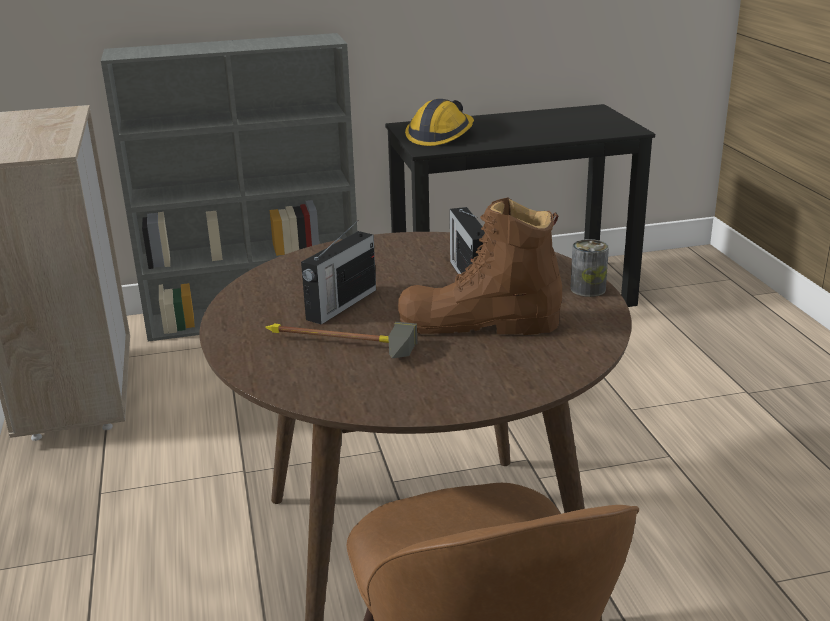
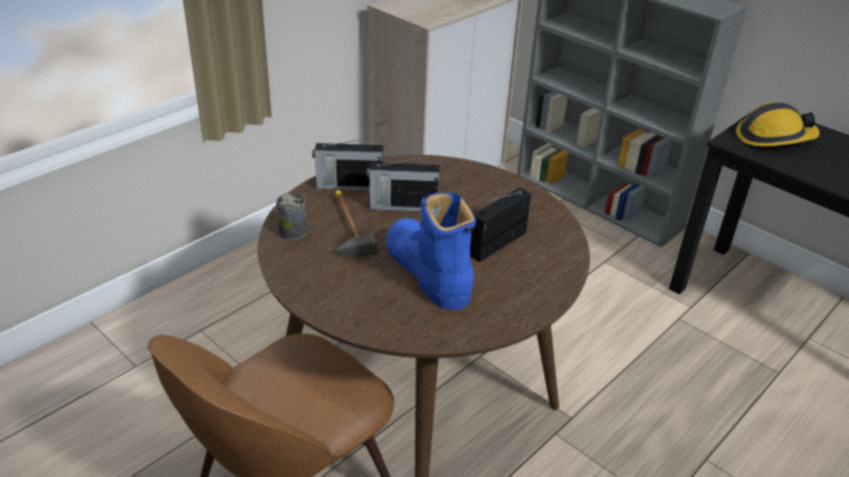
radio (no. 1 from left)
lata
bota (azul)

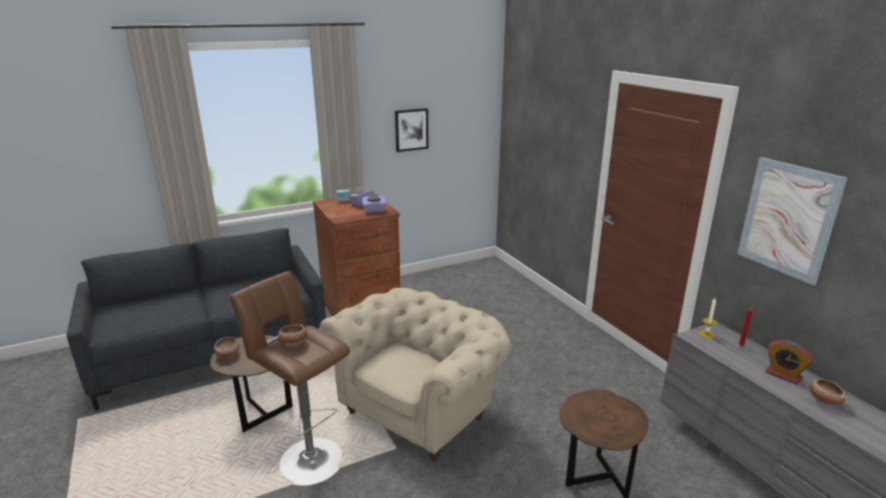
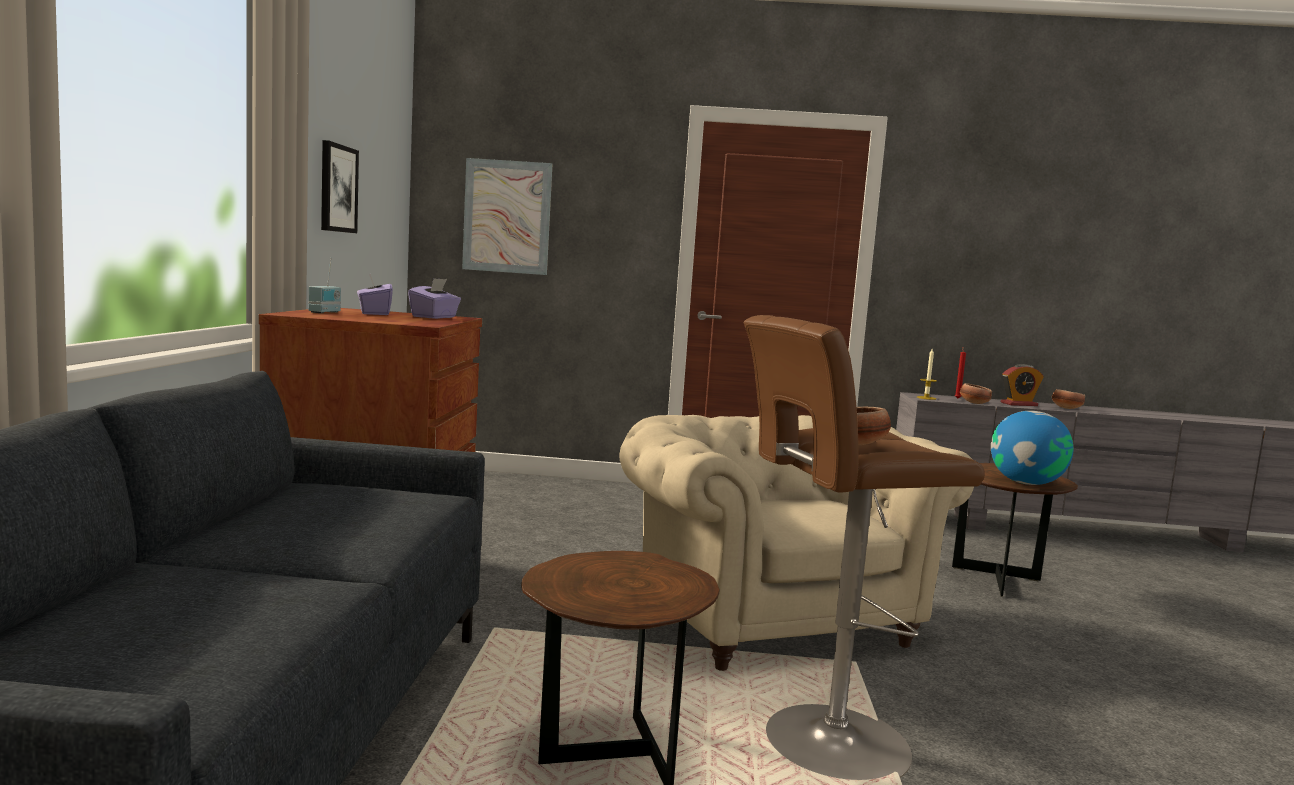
globo terráqueo
cuenco (no. 2 from left)
cuadro (no. 2 from left)

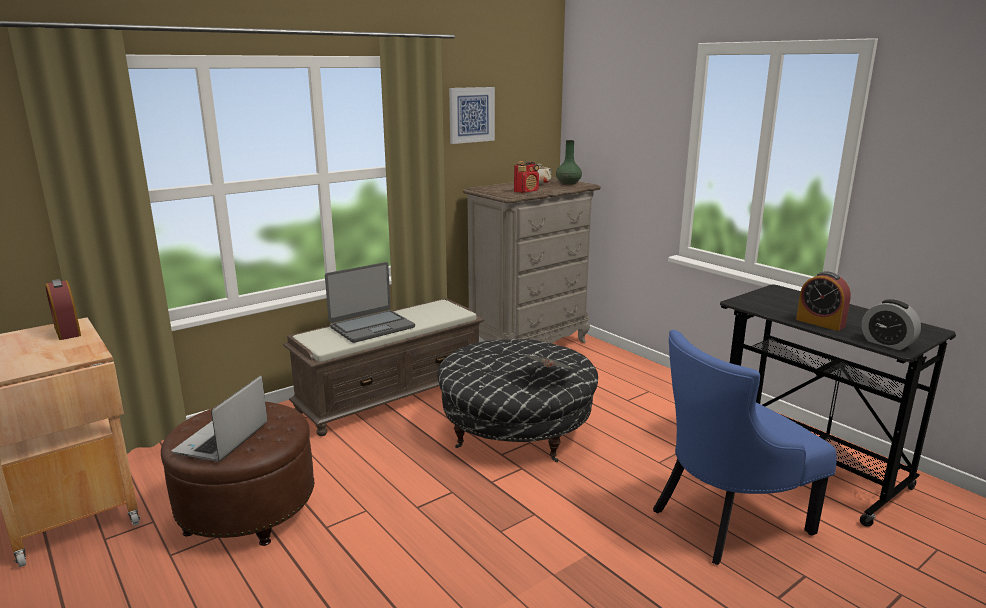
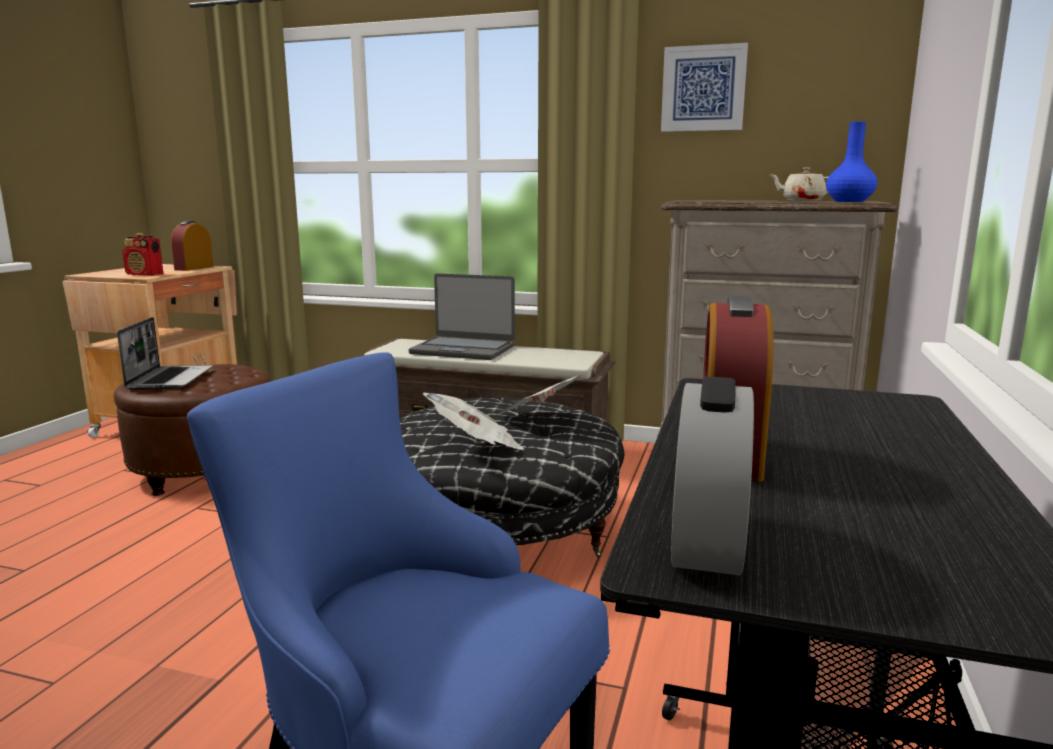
periódico (no. 2 from left)
radio
florero (azul)
portátil (no. 1 from left)

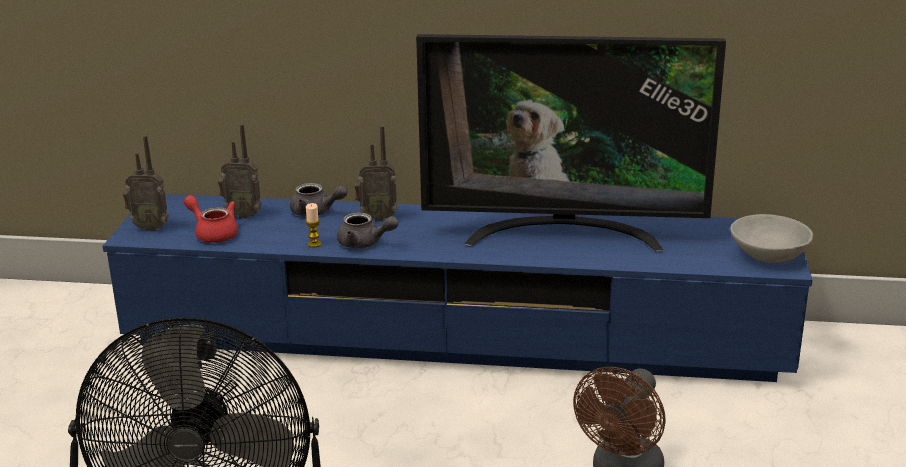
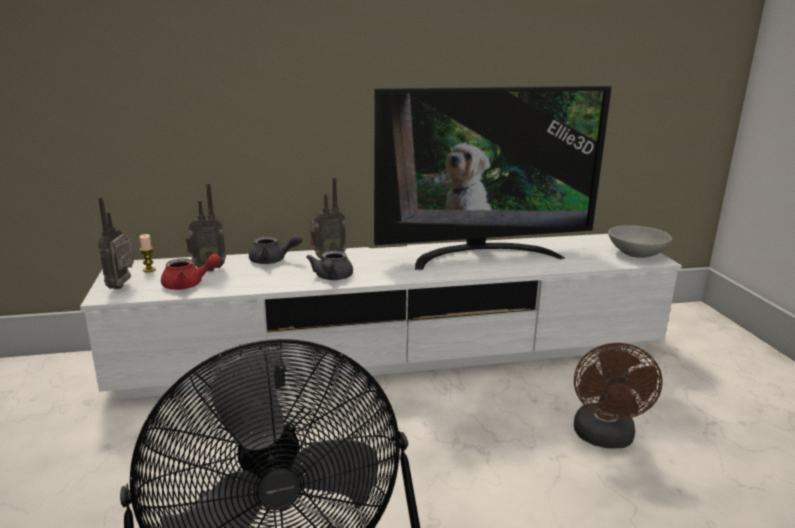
vela
mueble de televisión (blanco)
radio (no. 1 from left)
tetera (rojo)
tetera (gris) (no. 2 from left)

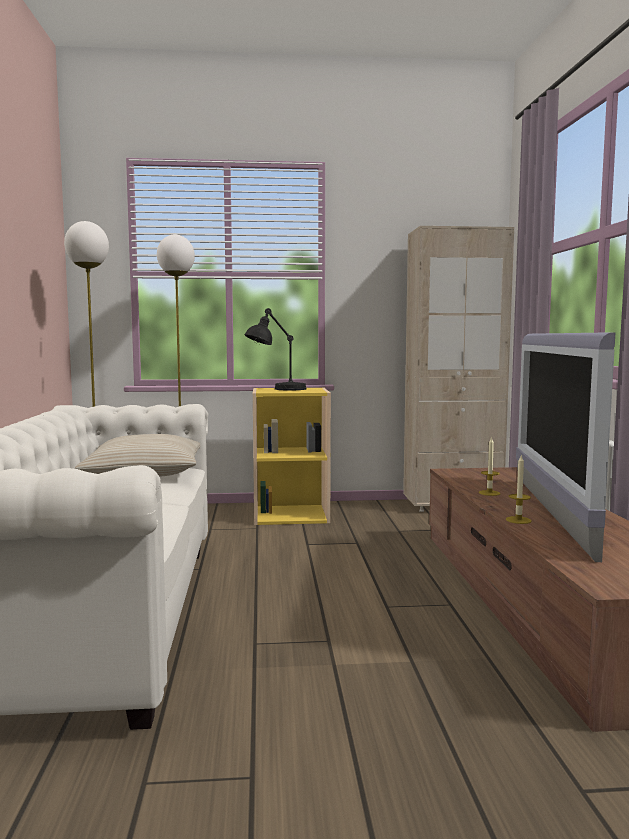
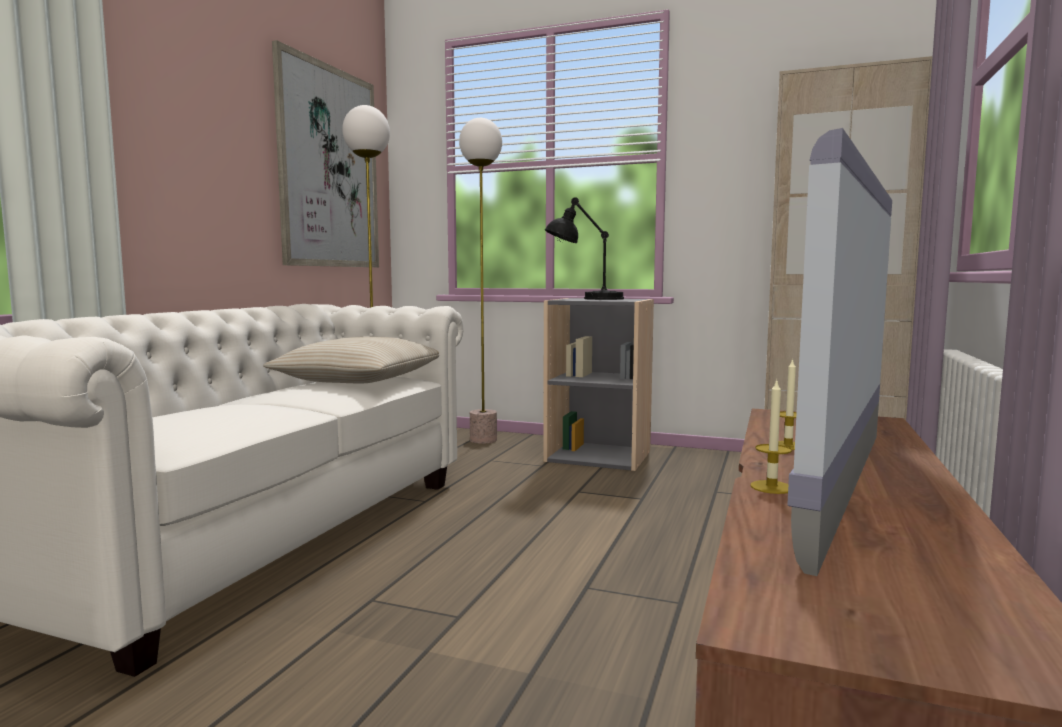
cuadro
estantería (gris)

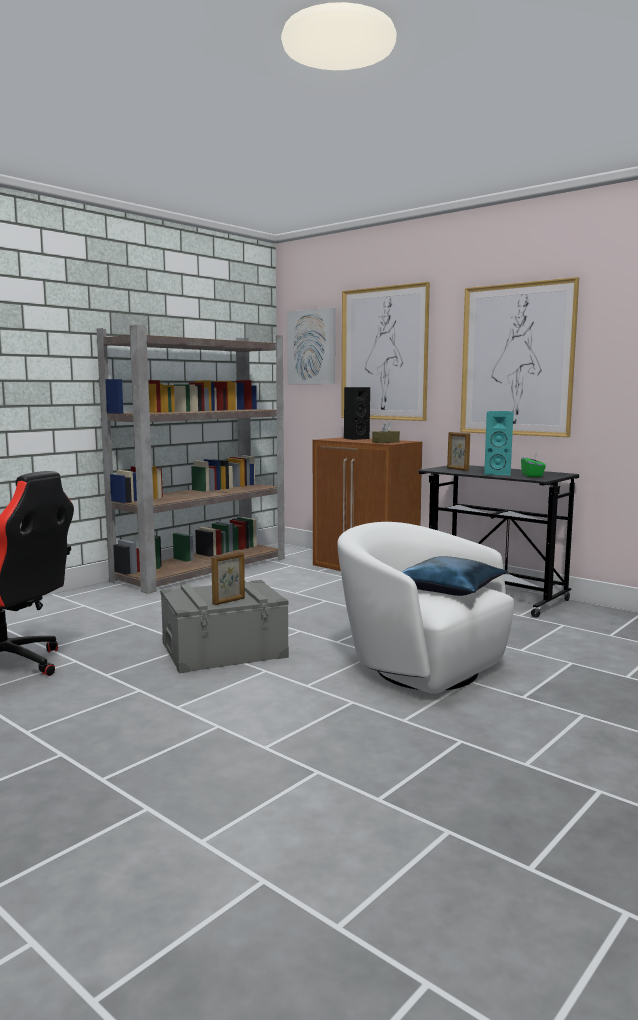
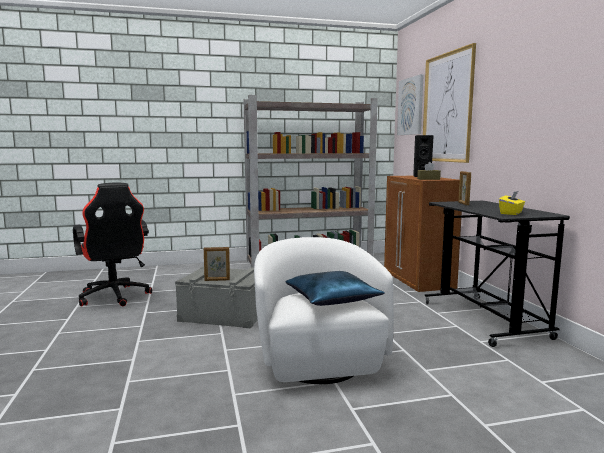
cuadro (no. 3 from left in the first image)
altavoz (turquesa)
caja de pañuelos (amarillo)

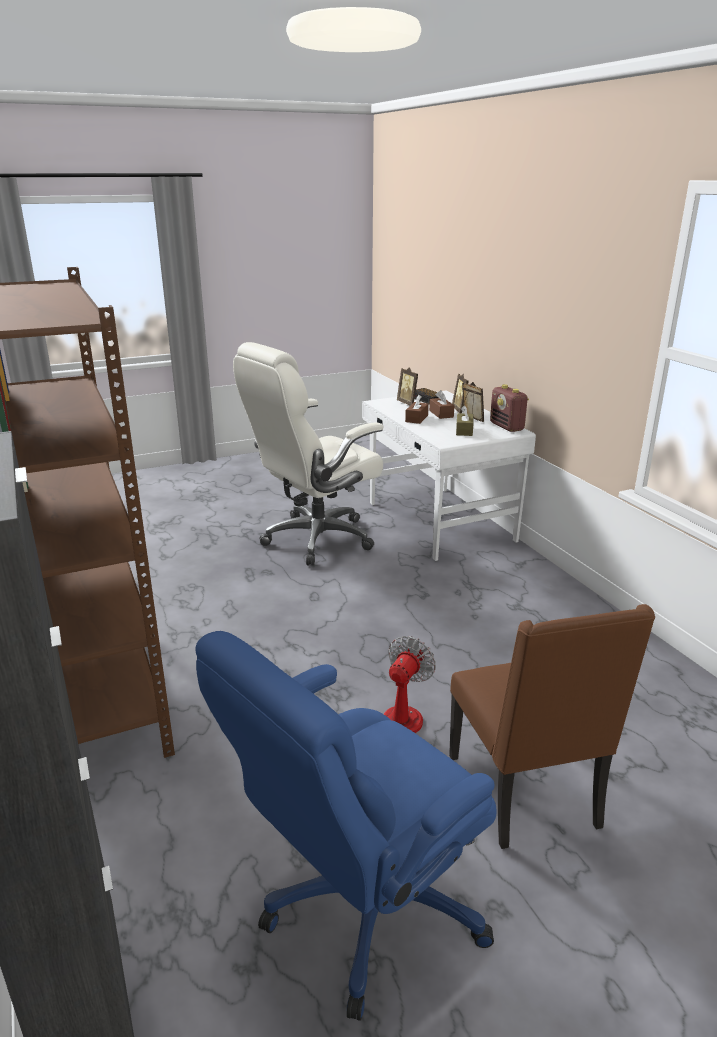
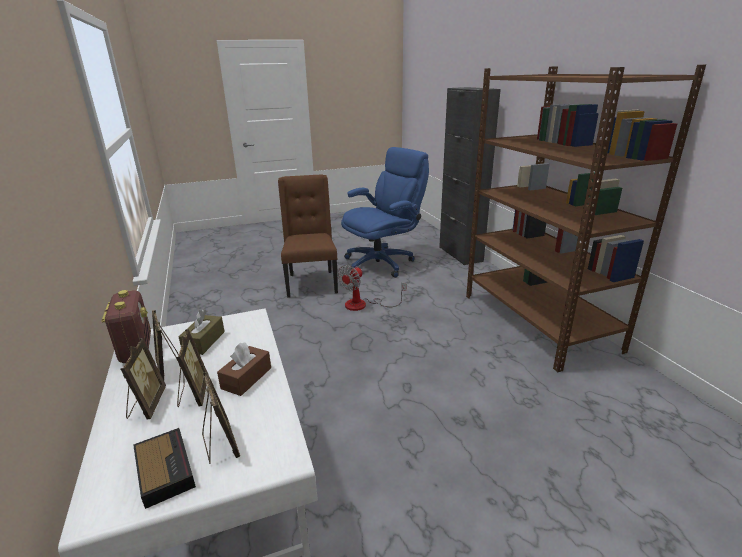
silla de oficina (blanco)
portarretratos (no. 3 from left)

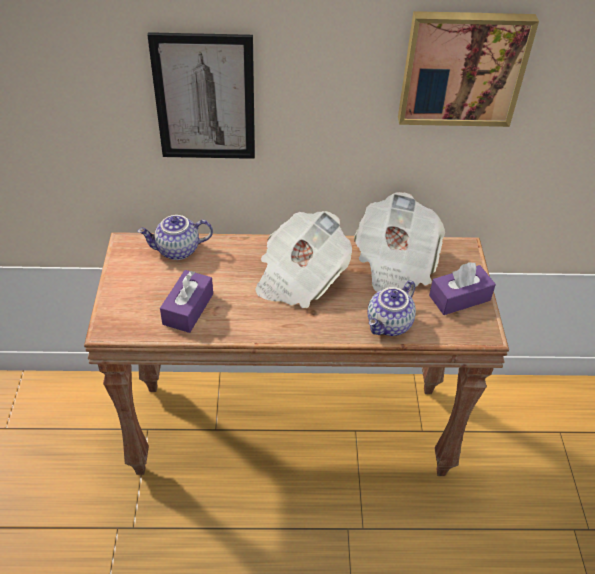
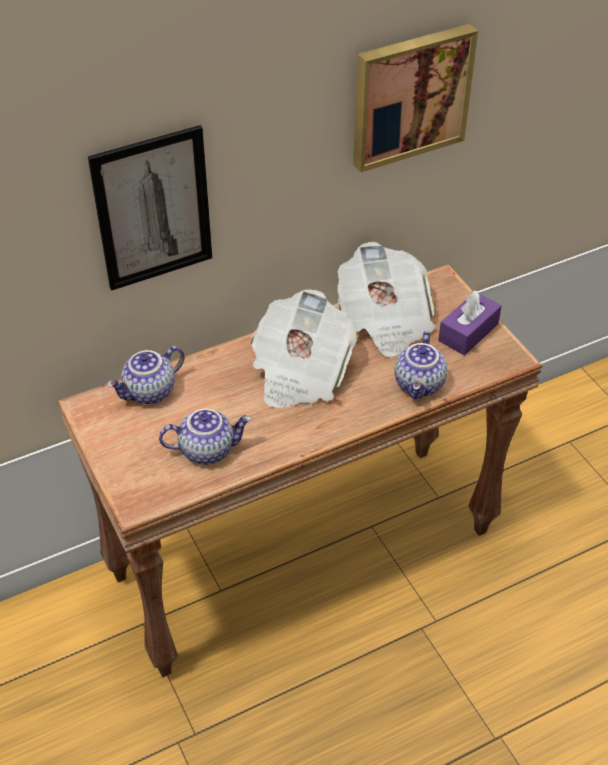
tetera (no. 2 from left)

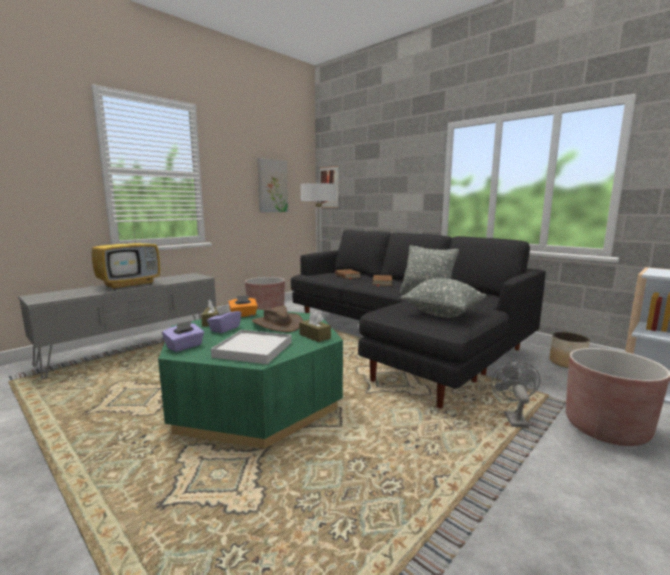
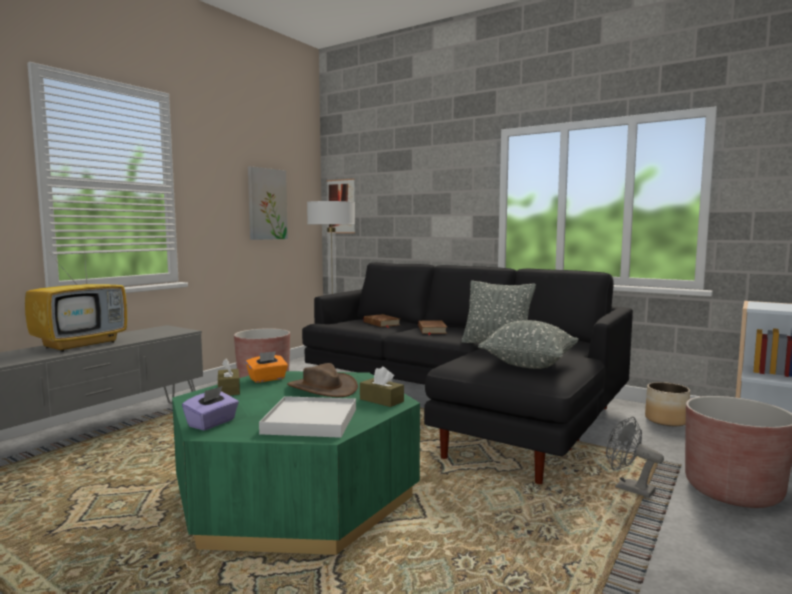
caja de pañuelos (morado) (no. 2 from left in the first image)
ventilador (gris)

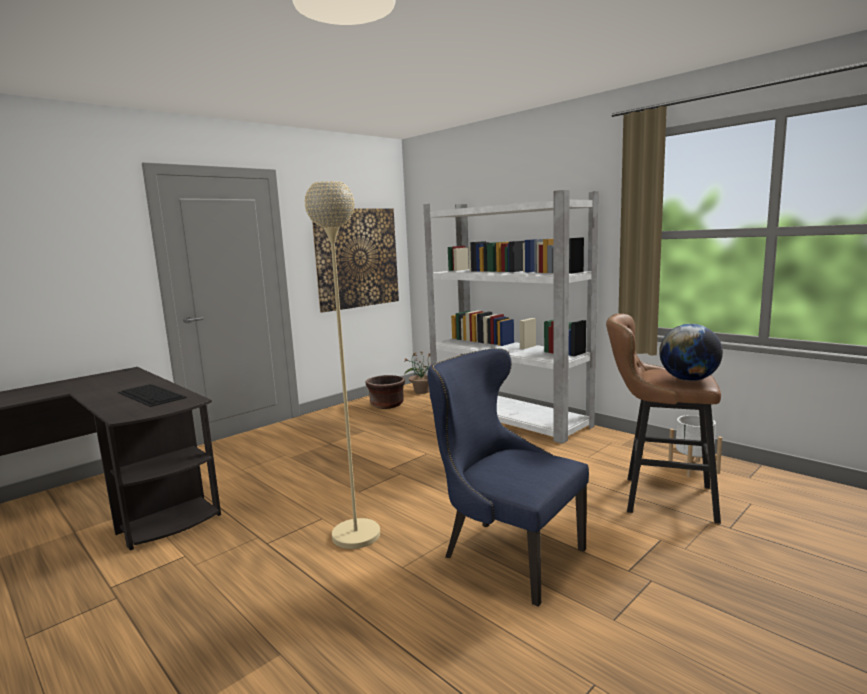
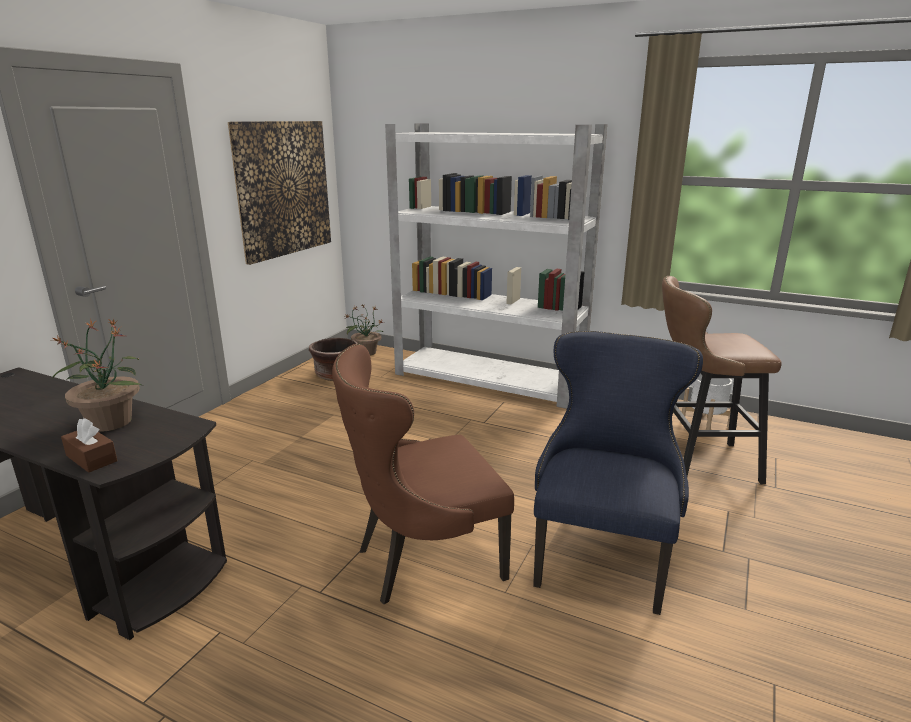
globo terráqueo
caja de pañuelos (marrón)
planta en maceta (no. 1 from left)
silla (marrón)
silla (azul)

